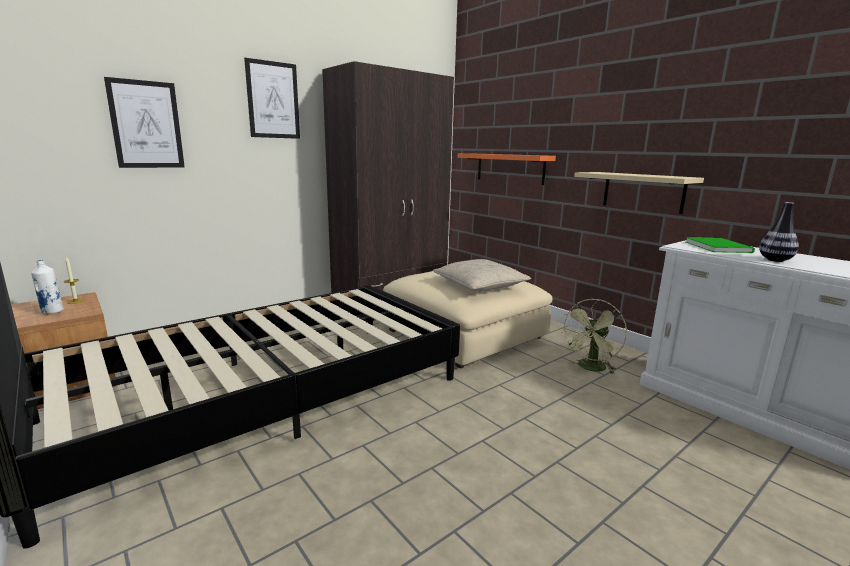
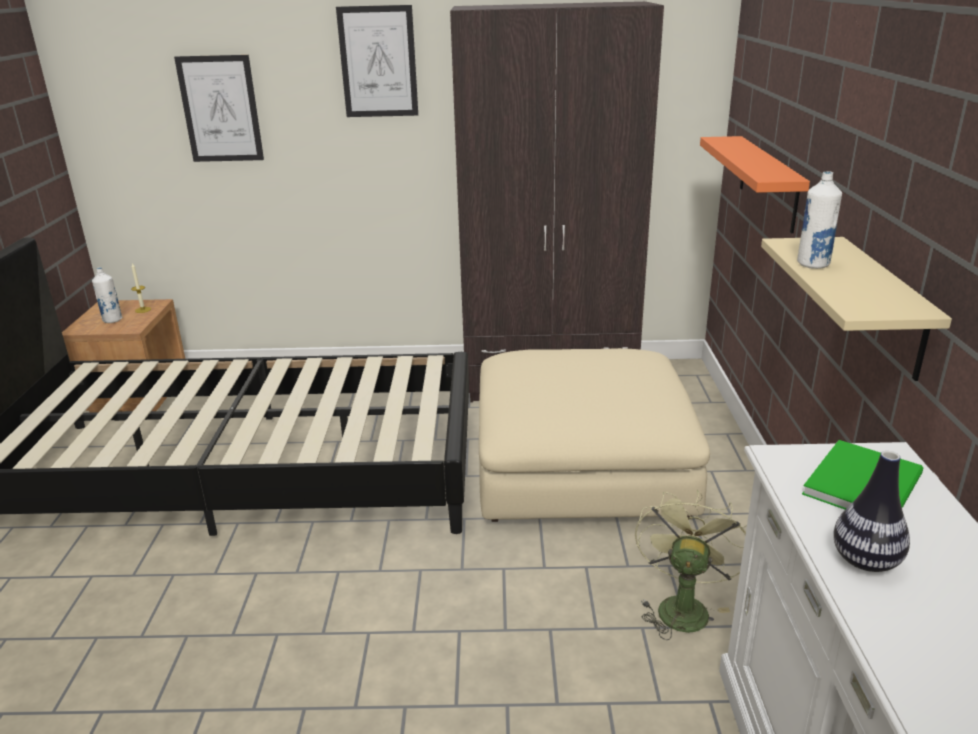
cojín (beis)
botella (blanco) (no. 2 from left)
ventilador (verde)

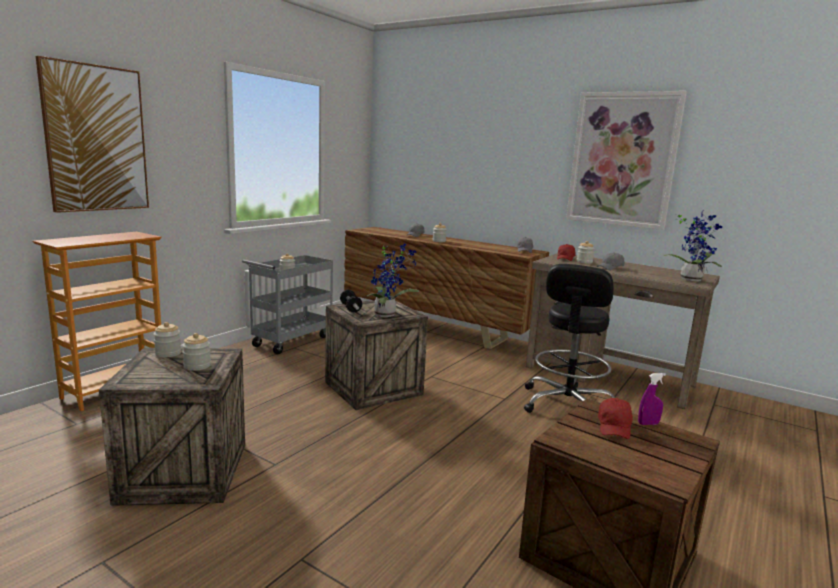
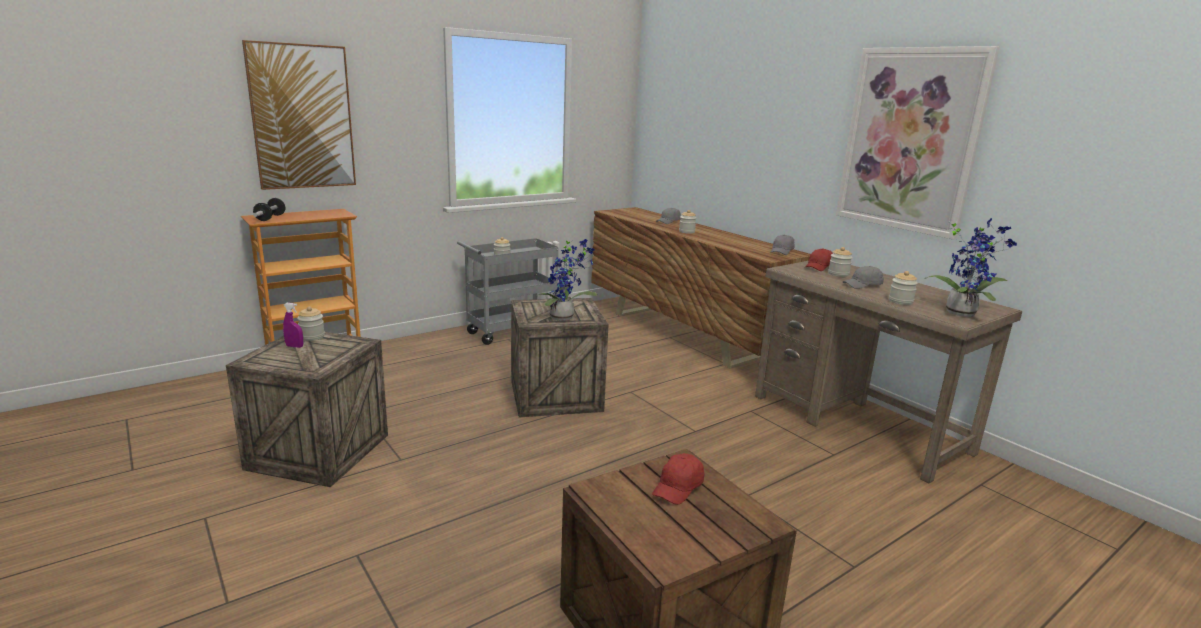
taburete (negro)
tarro (no. 5 from left)
mancuerna
pulverizador (morado)

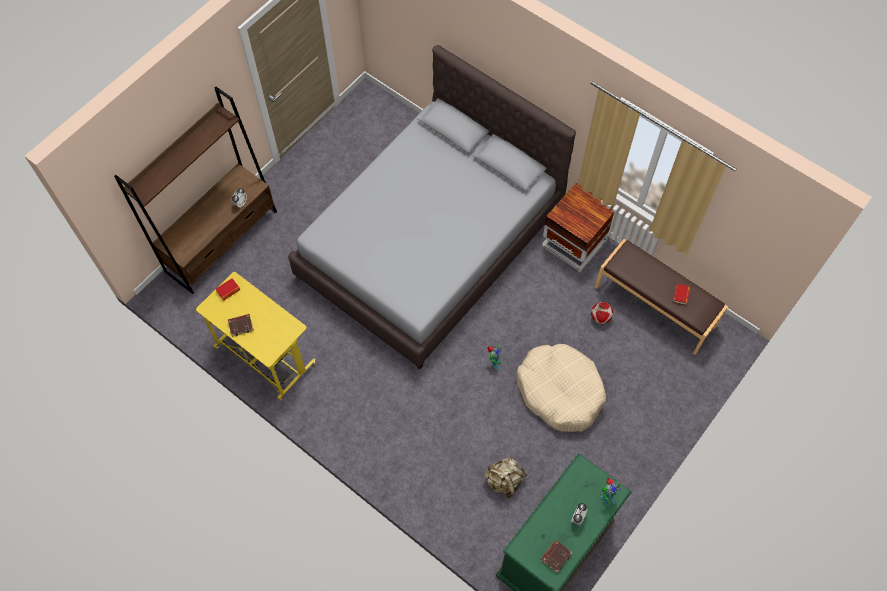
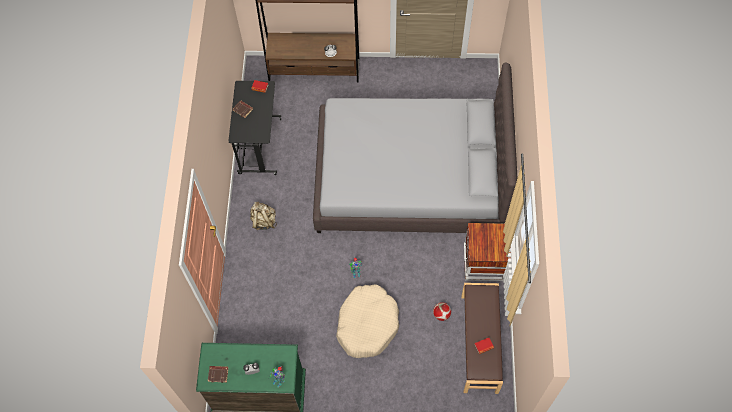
mochila (beis)
escritorio (negro)

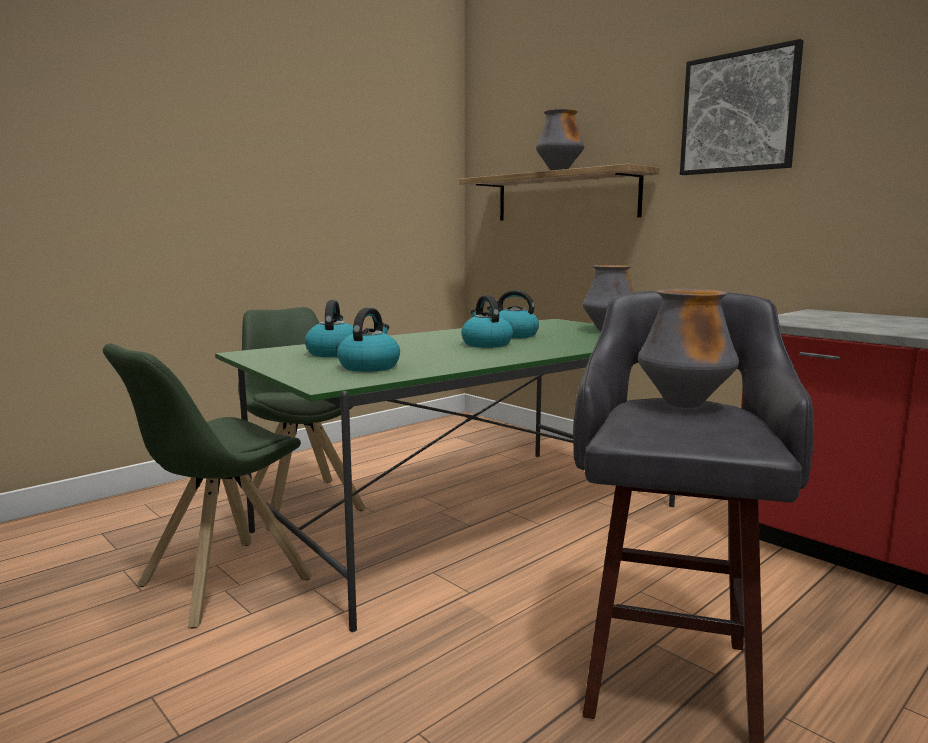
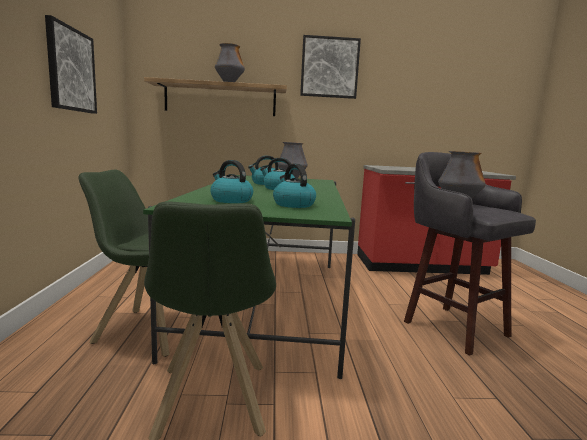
cuadro (no. 1 from left)

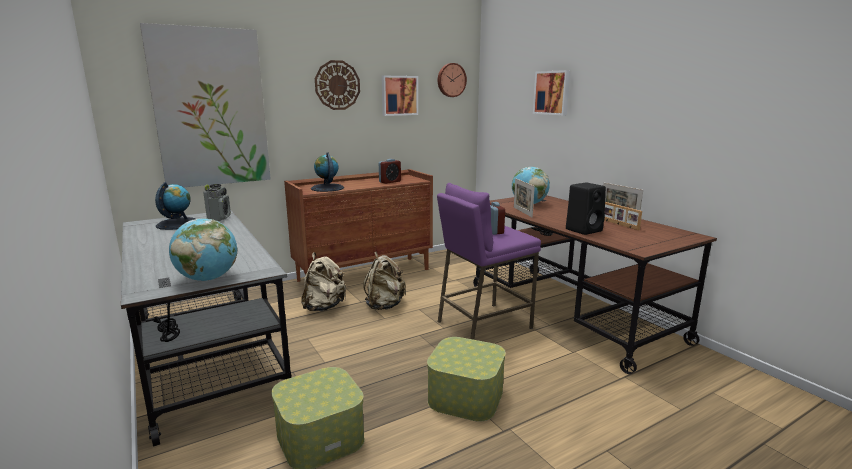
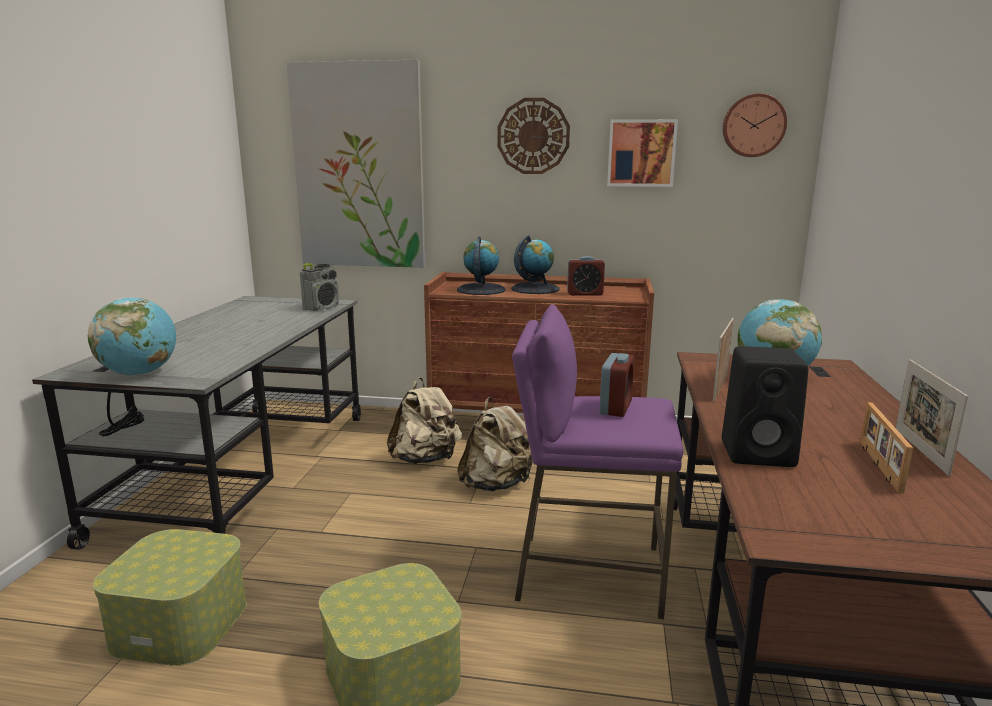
cuadro (no. 3 from left in the first image)
globo terráqueo (no. 3 from left)

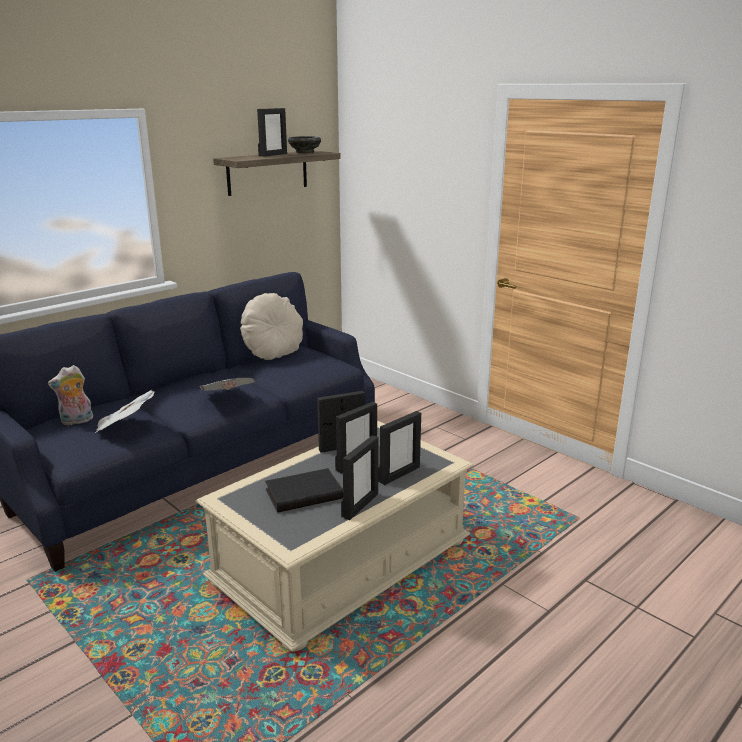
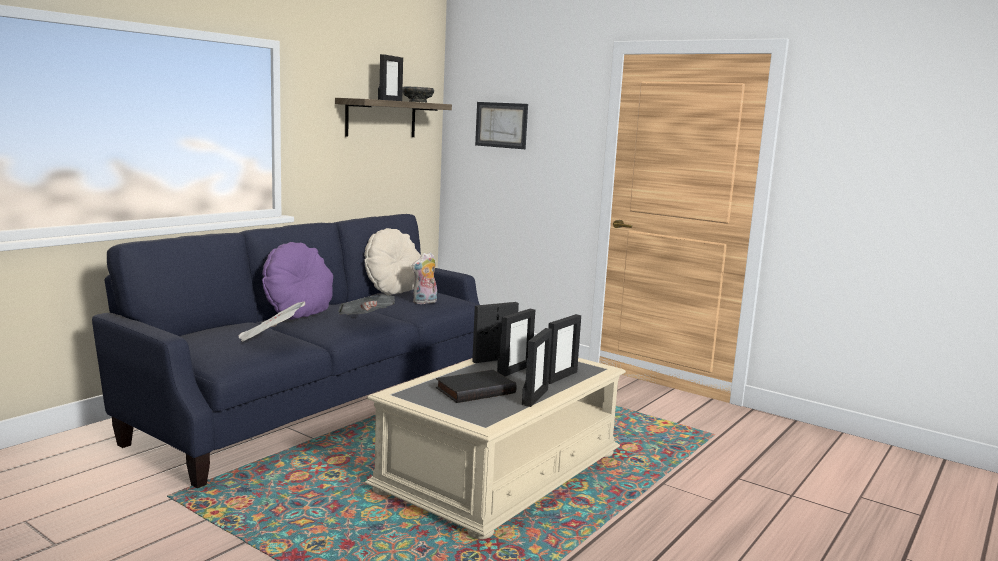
cojín (morado)
cuadro
peluche

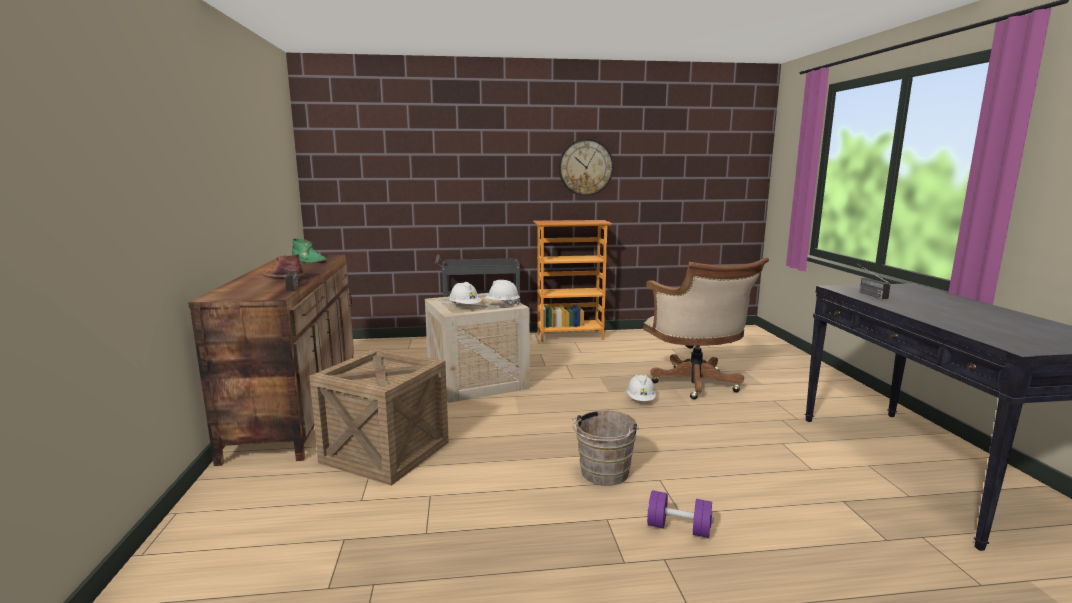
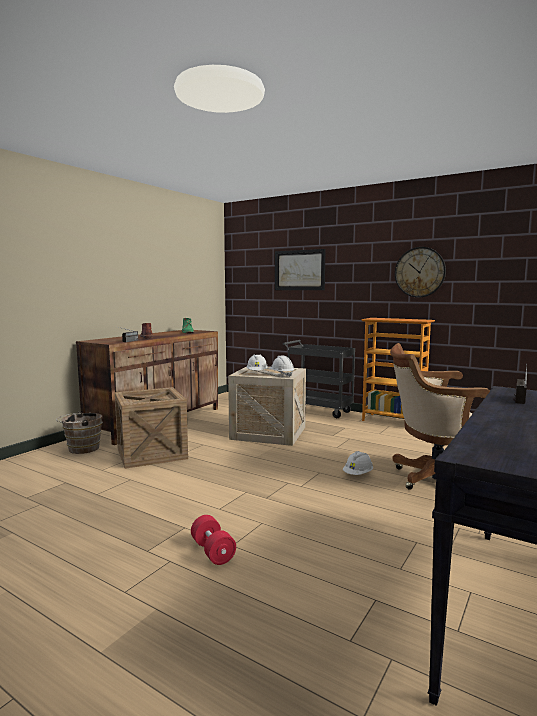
cuadro
cubo (marrón)
mancuerna (rojo)
silla de oficina

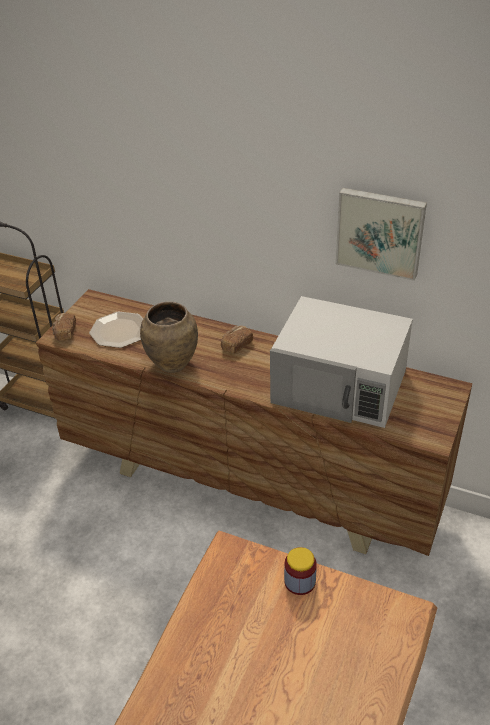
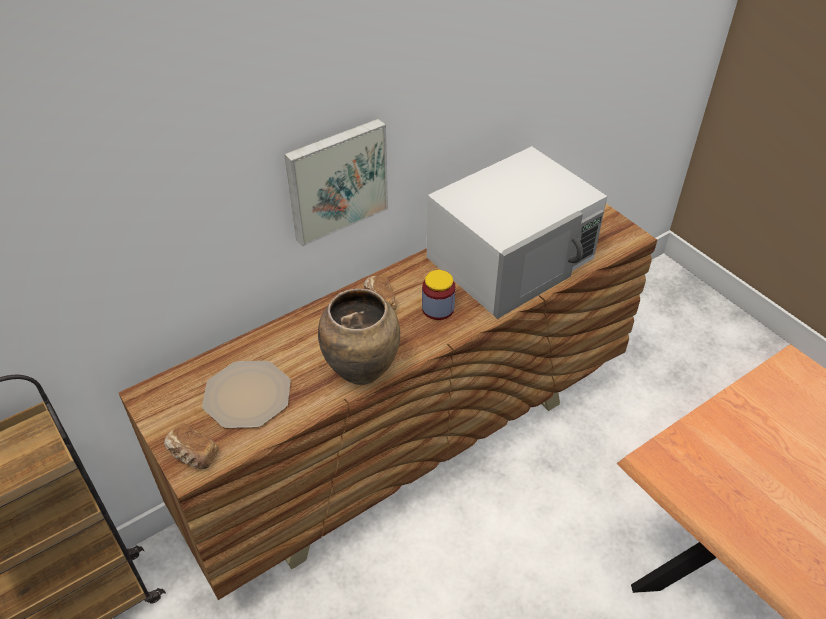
tarro
cuadro

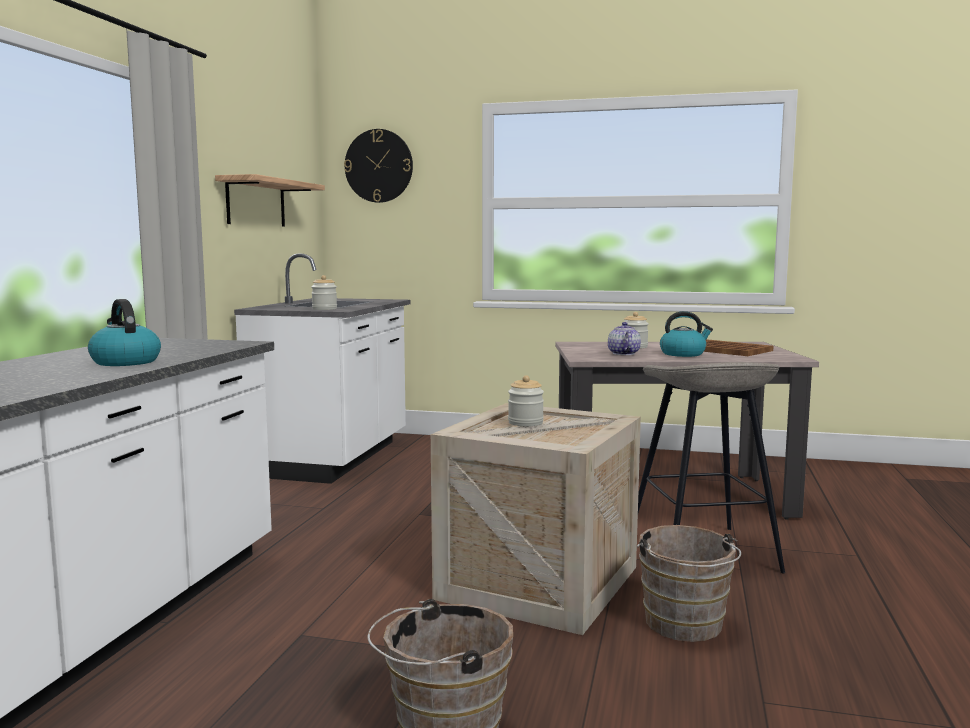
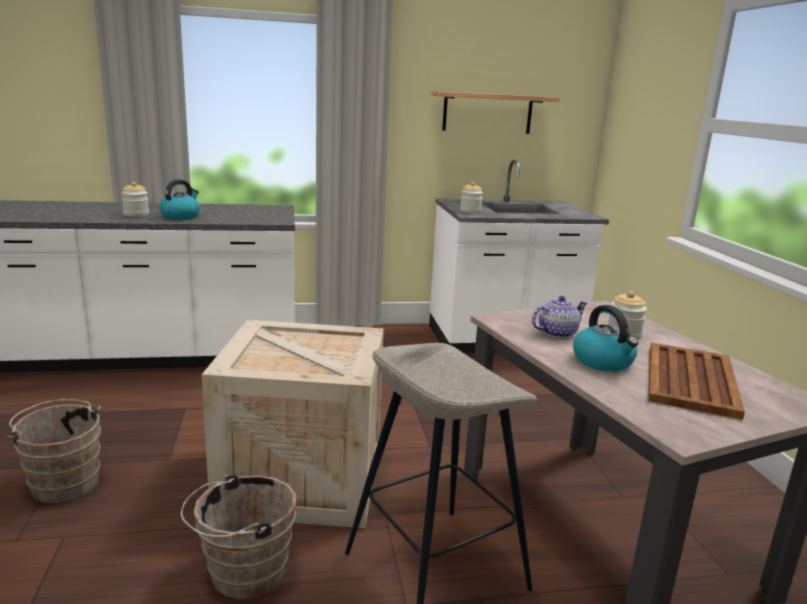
reloj de pared
tarro (no. 1 from left)

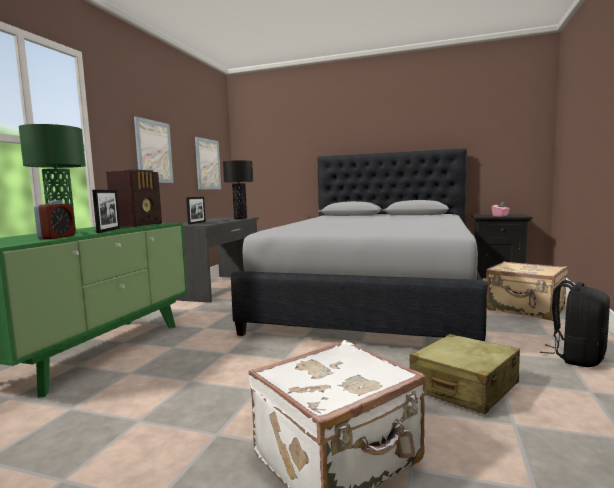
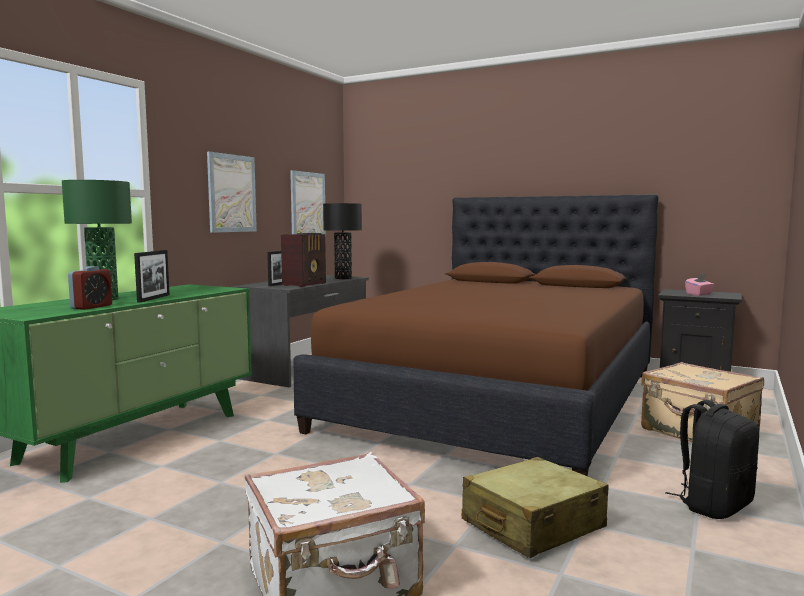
radio
cama (marrón)

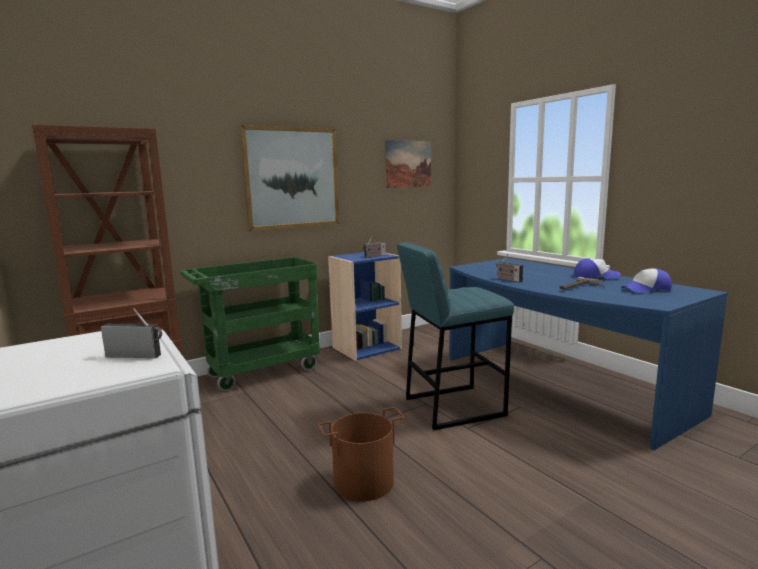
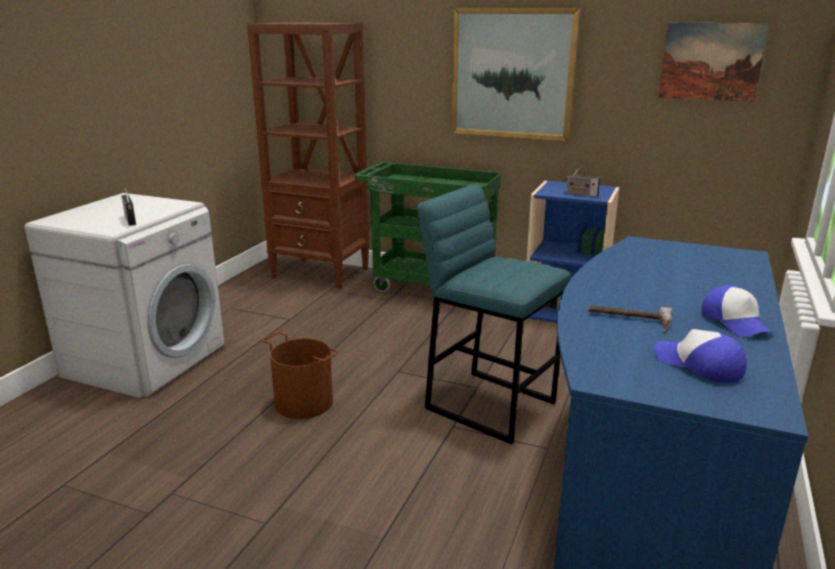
radio (no. 3 from left in the first image)

